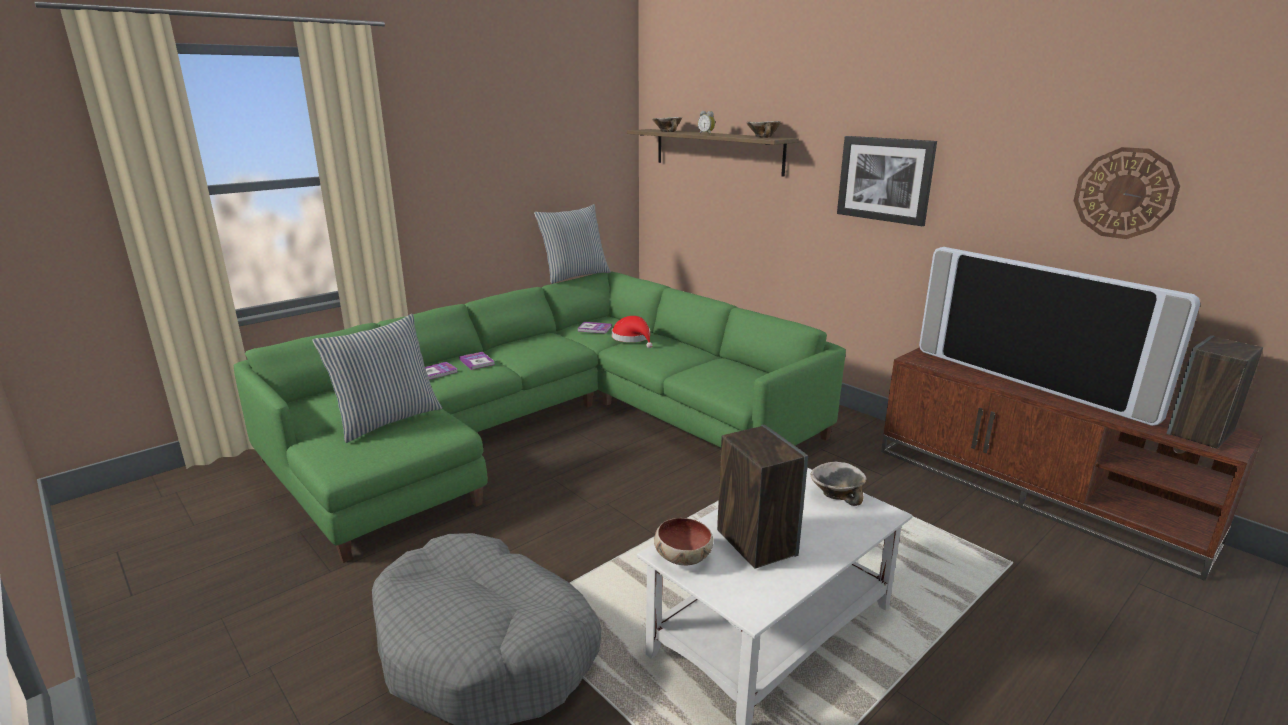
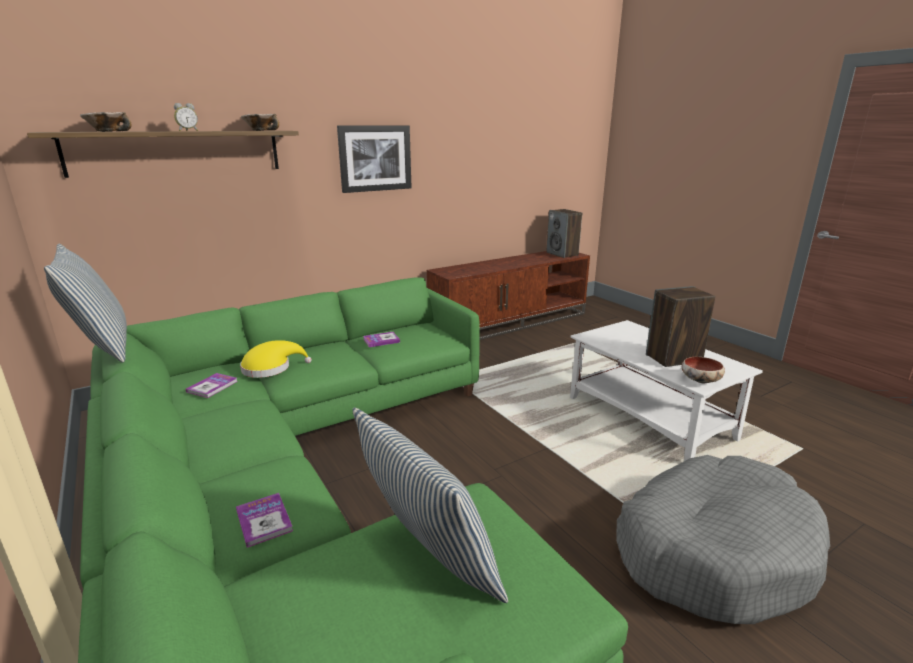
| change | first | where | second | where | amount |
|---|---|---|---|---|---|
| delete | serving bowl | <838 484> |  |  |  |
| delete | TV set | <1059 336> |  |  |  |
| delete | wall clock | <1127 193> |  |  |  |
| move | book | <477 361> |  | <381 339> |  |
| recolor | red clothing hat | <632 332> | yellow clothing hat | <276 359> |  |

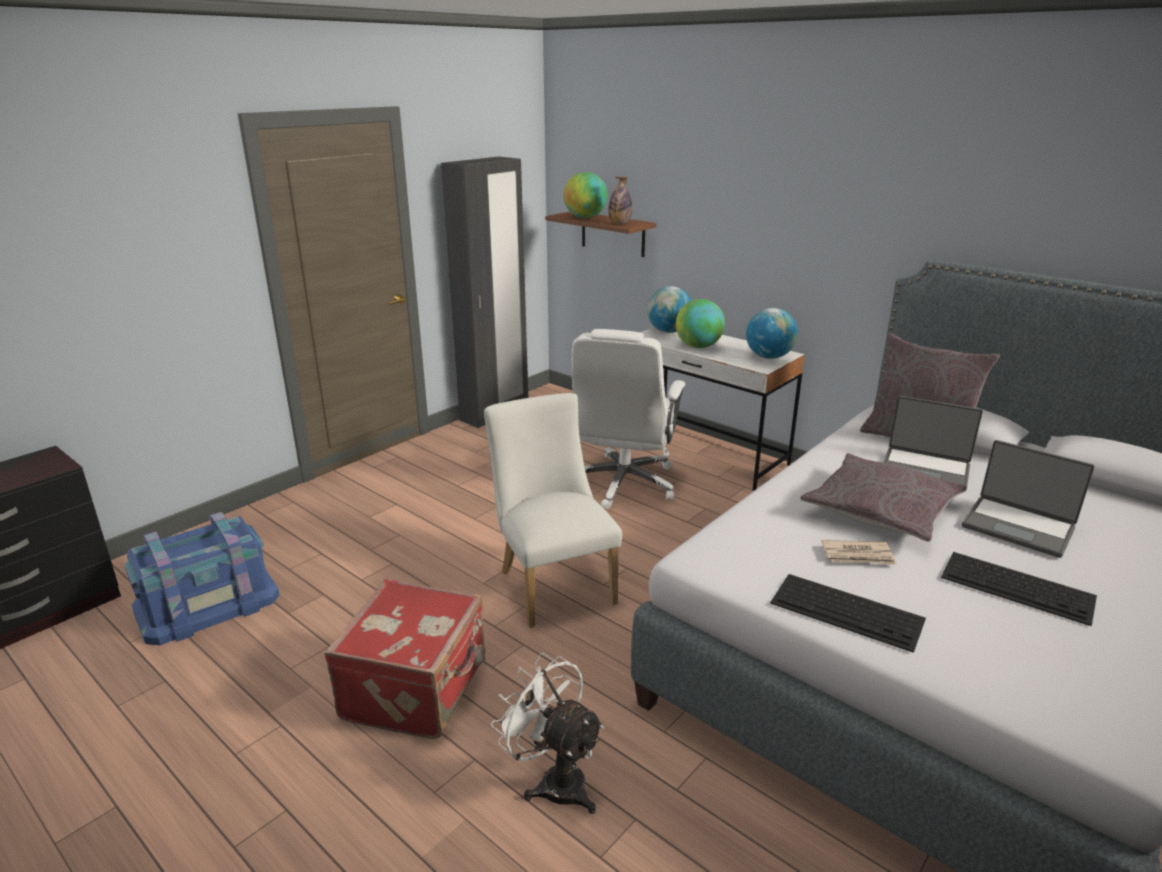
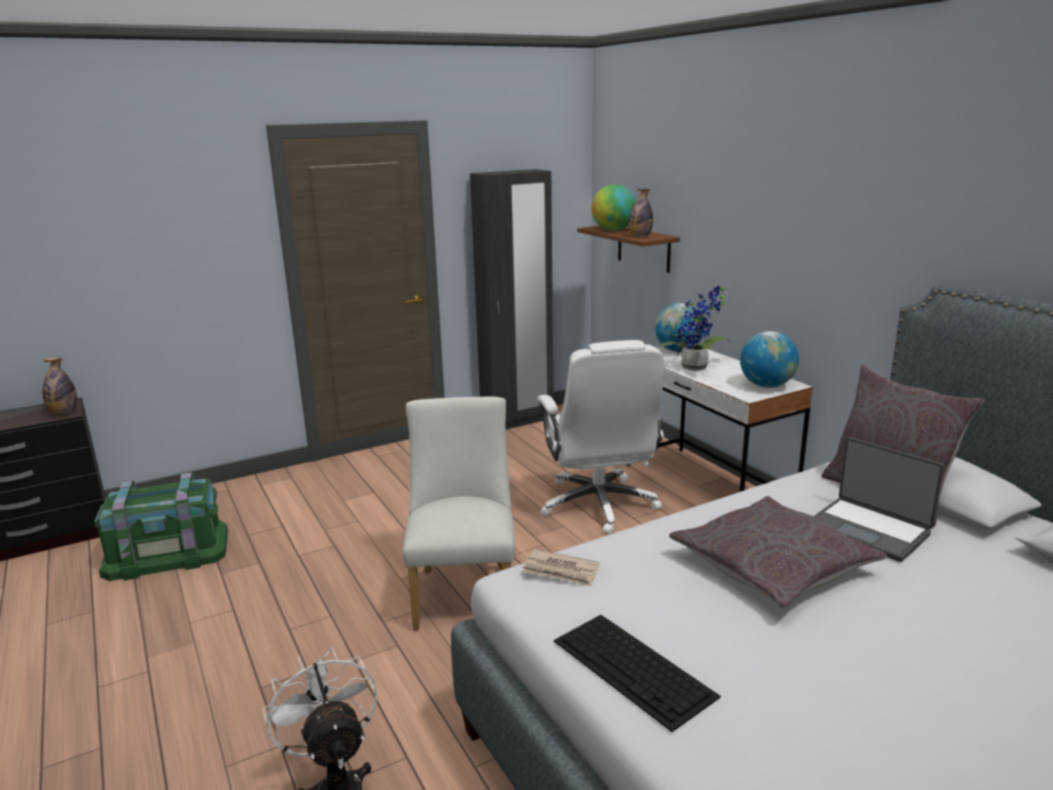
| change | first | where | second | where | amount |
|---|---|---|---|---|---|
| delete | red piece of luggage | <404 659> |  |  |  |
| delete | computer keyboard | <1019 589> |  |  |  |
| delete | laptop | <1028 499> |  |  |  |
| insert |  |  | drink bottle | <59 386> |  |
| move | daily paper | <859 552> |  | <561 568> |  |
| replace | globe | <700 323> | potted plant | <696 328> |  |
| recolor | blue storage container | <202 578> | green storage container | <161 526> |  |
| rotate | white-coloured desk chair | <628 419> |  | <600 437> | 45 degrees counterclockwise |

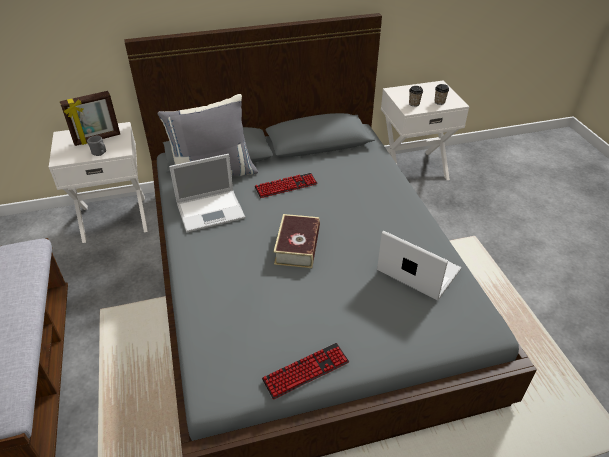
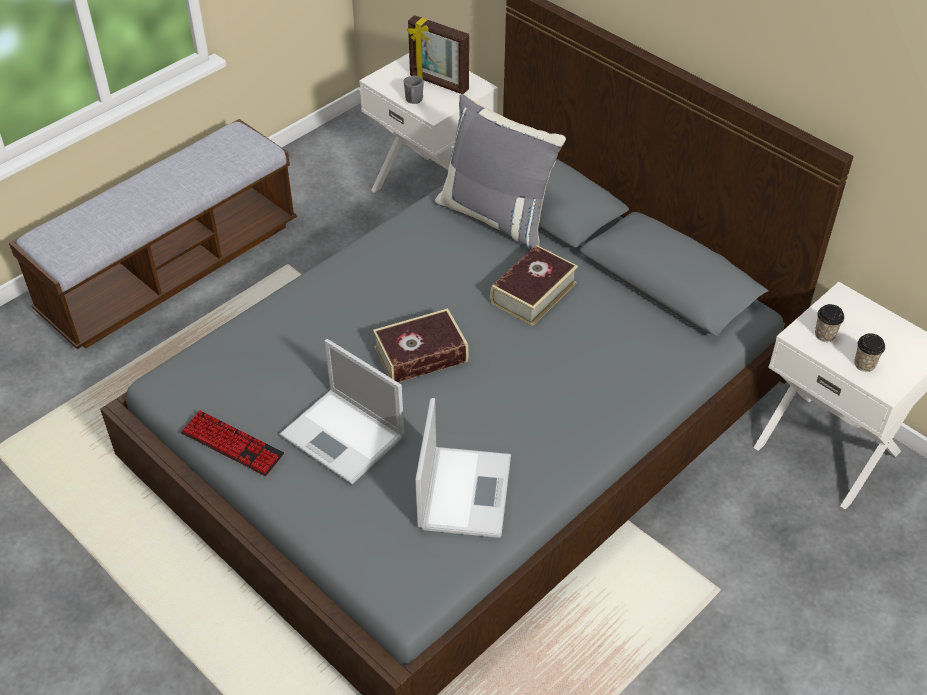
| change | first | where | second | where | amount |
|---|---|---|---|---|---|
| move | laptop | <207 193> |  | <342 411> |  |
| replace | computer keyboard | <286 185> | book | <534 285> |  |

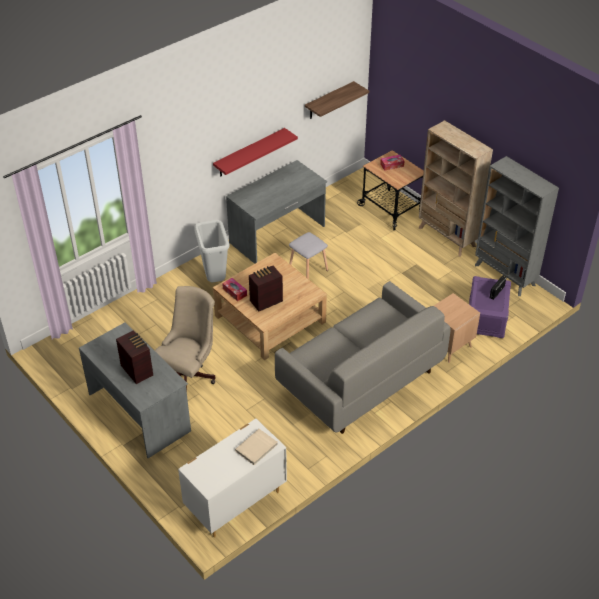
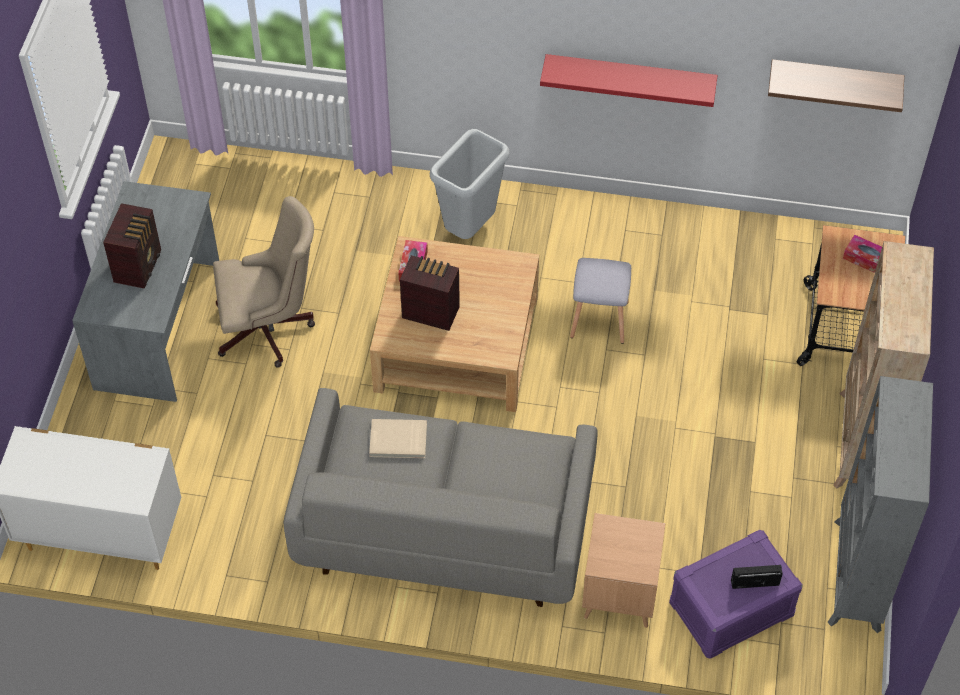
| change | first | where | second | where | amount |
|---|---|---|---|---|---|
| delete | greyish desk table | <276 212> |  |  |  |
| move | beige-coloured book | <256 447> |  | <398 438> |  |

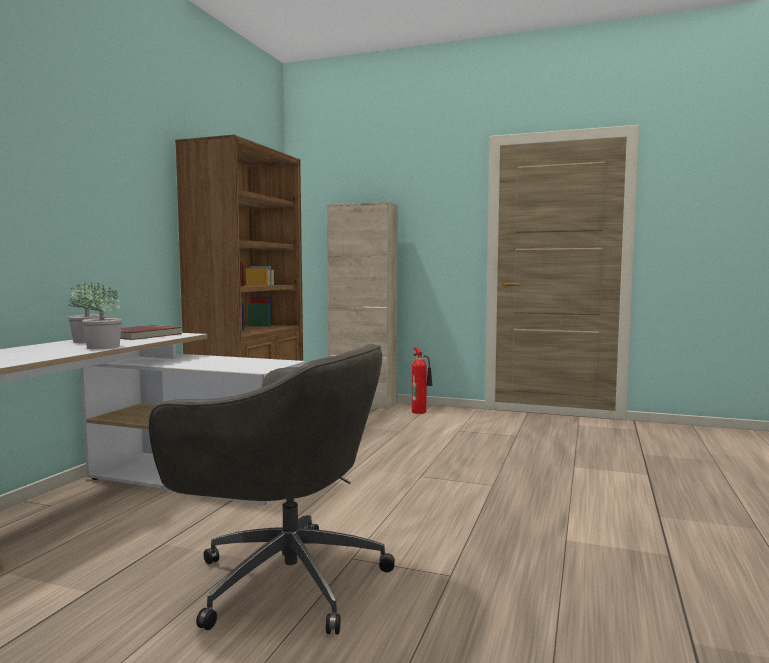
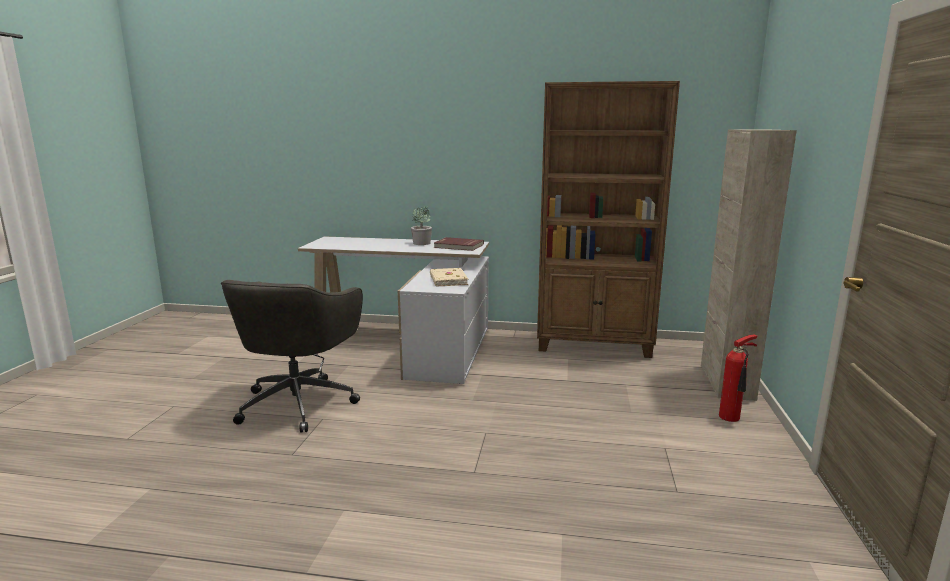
| change | first | where | second | where | amount |
|---|---|---|---|---|---|
| delete | potted plant | <102 316> |  |  |  |
| insert |  |  | beige-coloured book | <449 277> |  |

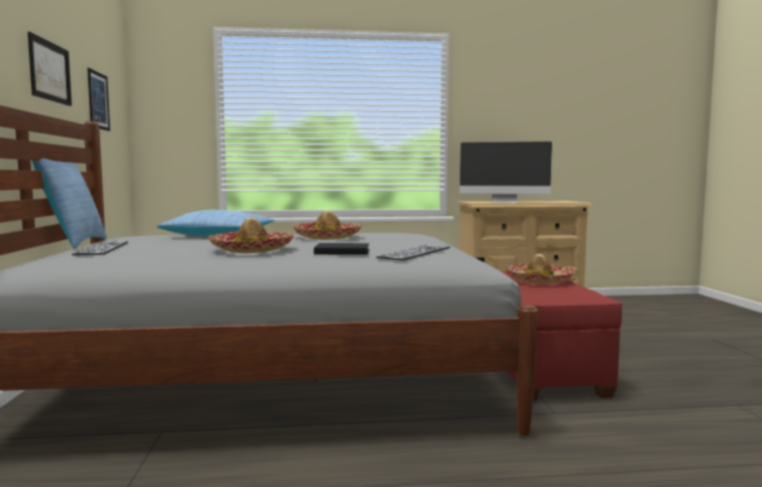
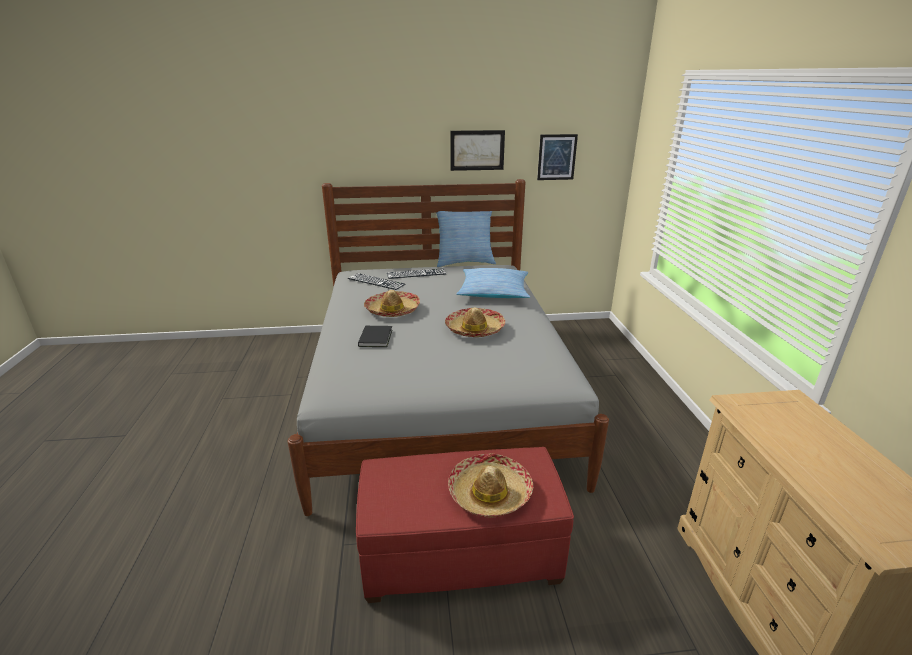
| change | first | where | second | where | amount |
|---|---|---|---|---|---|
| delete | computer display | <506 172> |  |  |  |
| move | computer keyboard | <413 252> |  | <376 281> |  |

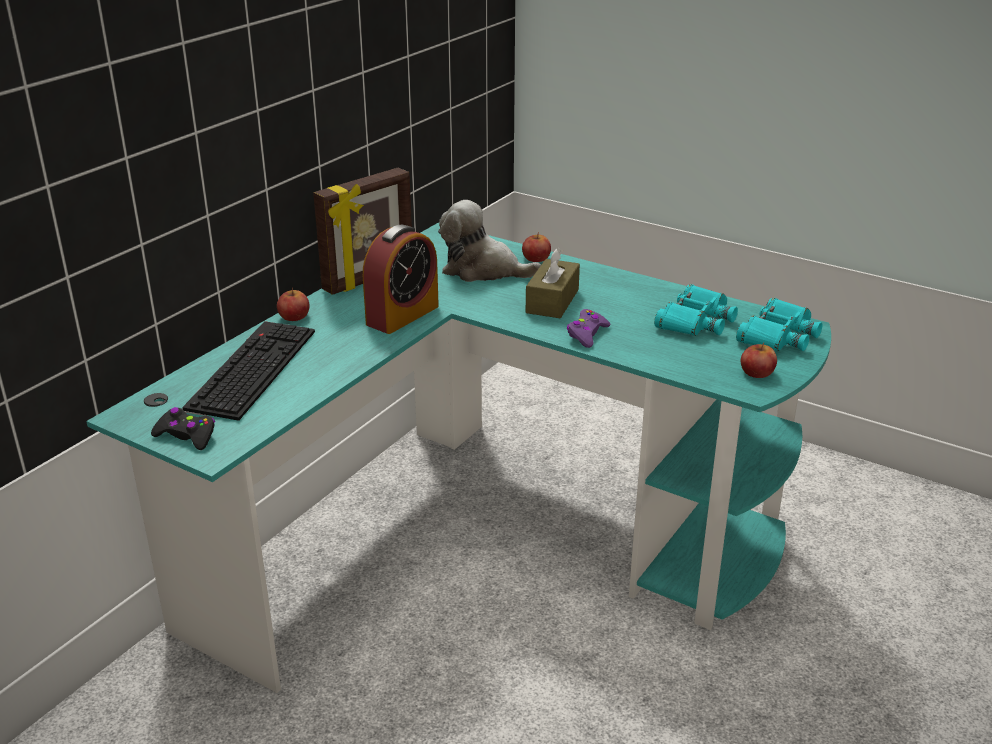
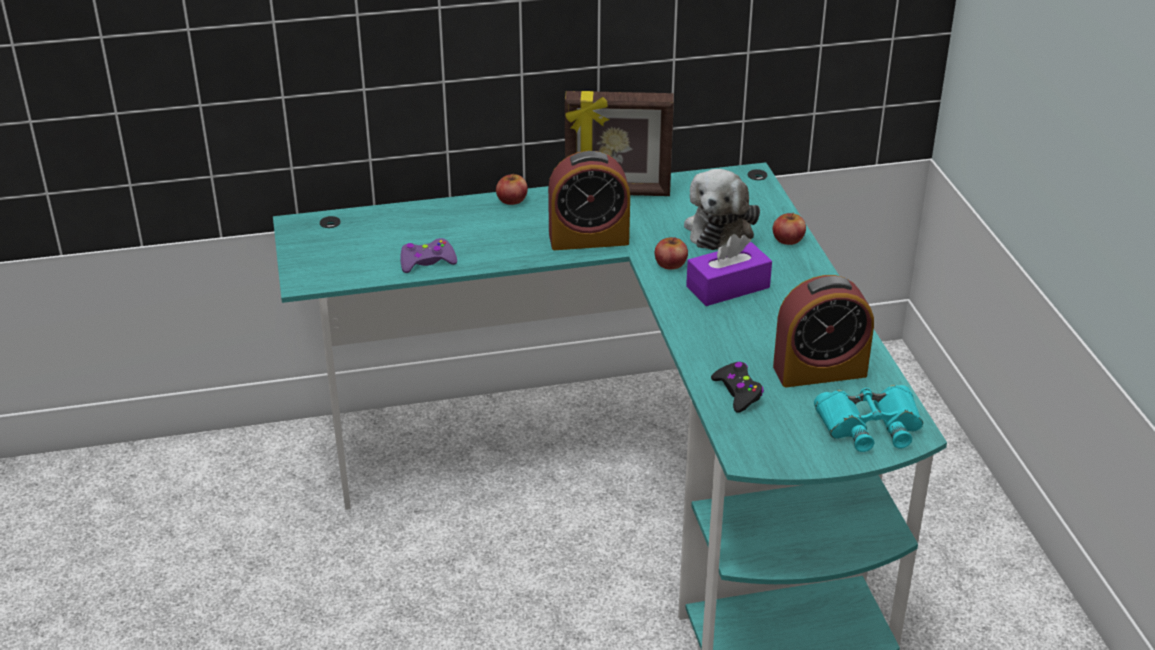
| change | first | where | second | where | amount |
|---|---|---|---|---|---|
| delete | computer keyboard | <248 371> |  |  |  |
| move | black gamepad | <183 428> |  | <737 387> |  |
| move | purple-coloured gamepad | <588 328> |  | <428 255> |  |
| move | apple fruit | <759 360> |  | <671 253> |  |
| replace | blue-green binoculars | <696 310> | alarm clock | <823 331> |  |
| recolor | brown-coloured tissue holder | <553 282> | purple-coloured tissue holder | <729 270> |  |
| rotate | soft toy | <490 241> |  | <722 209> | 135 degrees counterclockwise |

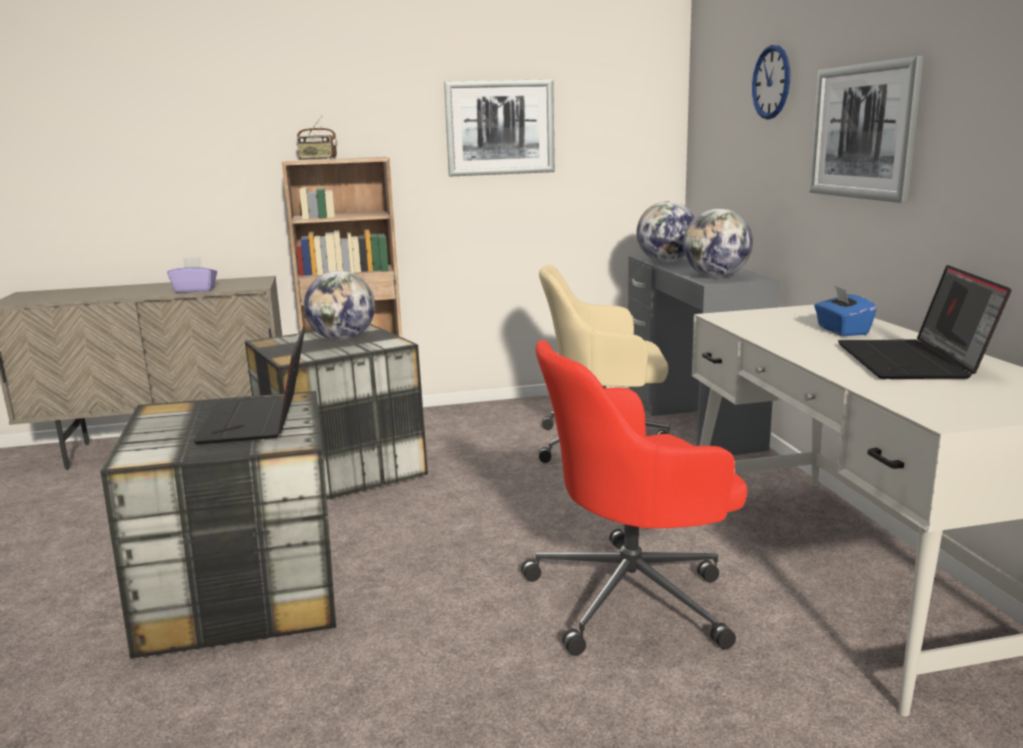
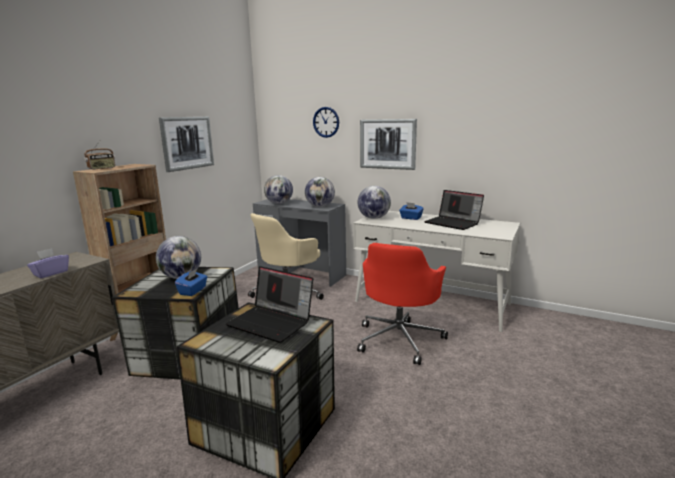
| change | first | where | second | where | amount |
|---|---|---|---|---|---|
| insert |  |  | blue tissue holder | <191 282> |  |
| insert |  |  | globe | <374 202> |  |

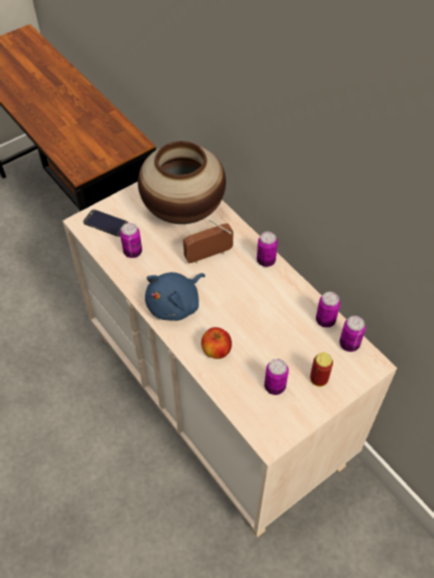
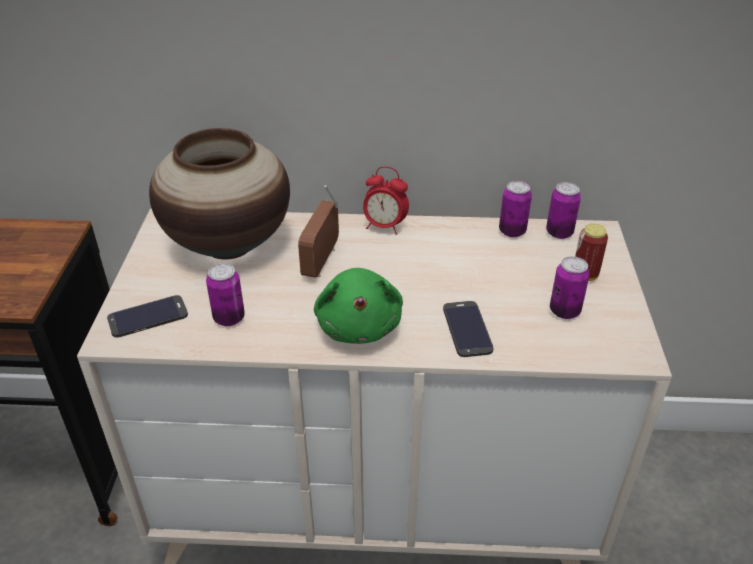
| change | first | where | second | where | amount |
|---|---|---|---|---|---|
| replace | apple fruit | <216 343> | telephone | <468 329> |  |
| replace | metal can | <267 249> | alarm clock | <386 200> |  |
| recolor | blue soft toy | <175 296> | green soft toy | <358 306> |  |

